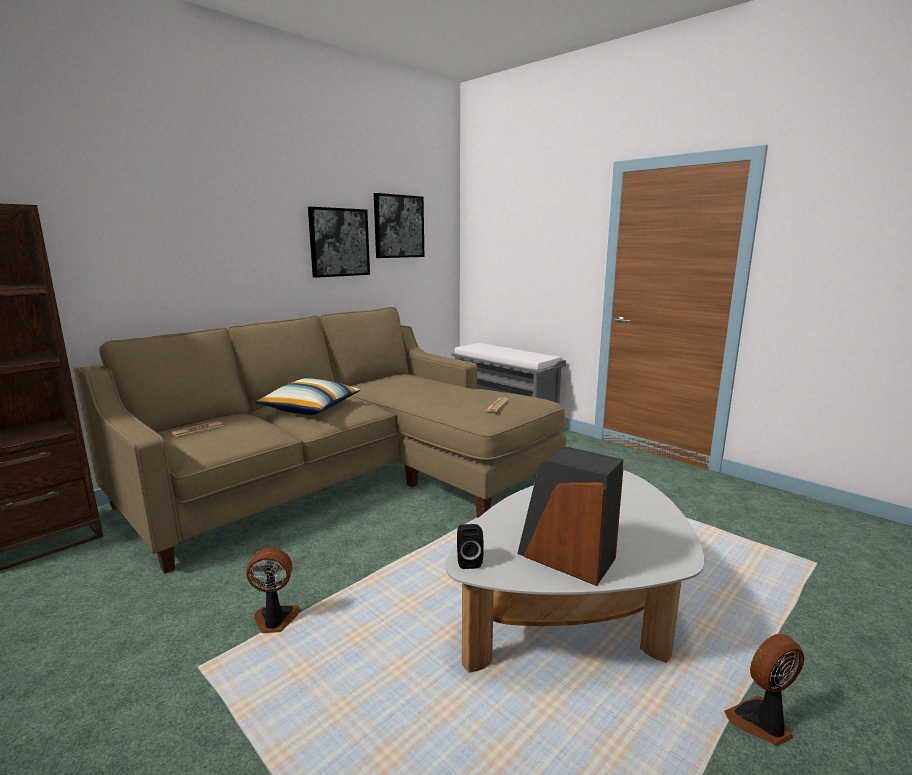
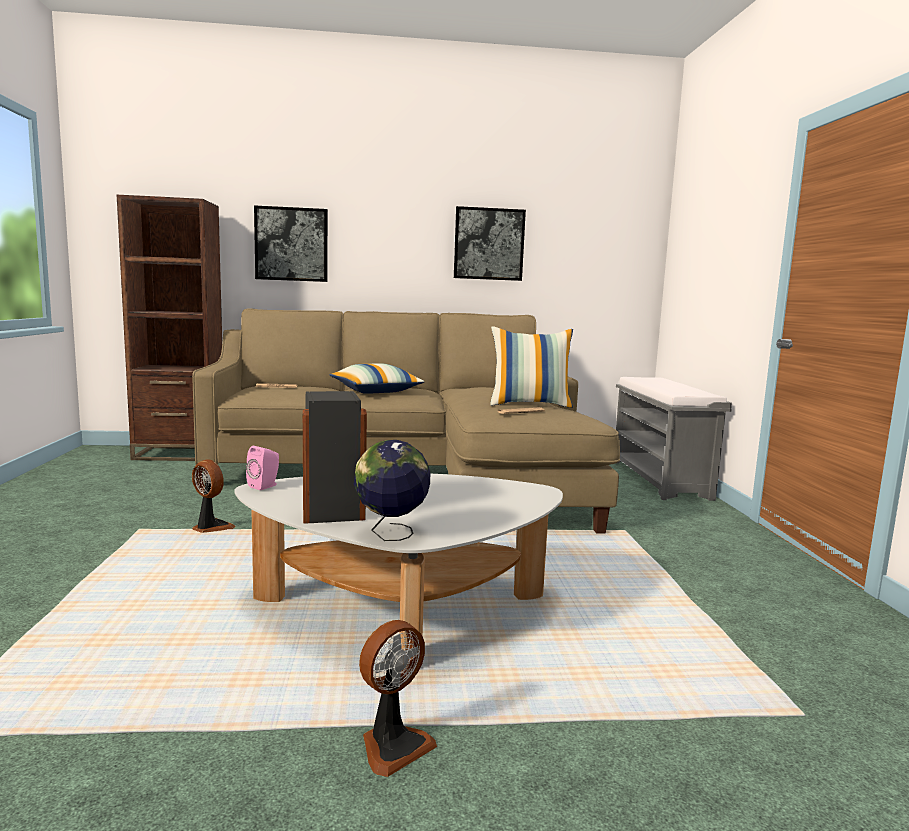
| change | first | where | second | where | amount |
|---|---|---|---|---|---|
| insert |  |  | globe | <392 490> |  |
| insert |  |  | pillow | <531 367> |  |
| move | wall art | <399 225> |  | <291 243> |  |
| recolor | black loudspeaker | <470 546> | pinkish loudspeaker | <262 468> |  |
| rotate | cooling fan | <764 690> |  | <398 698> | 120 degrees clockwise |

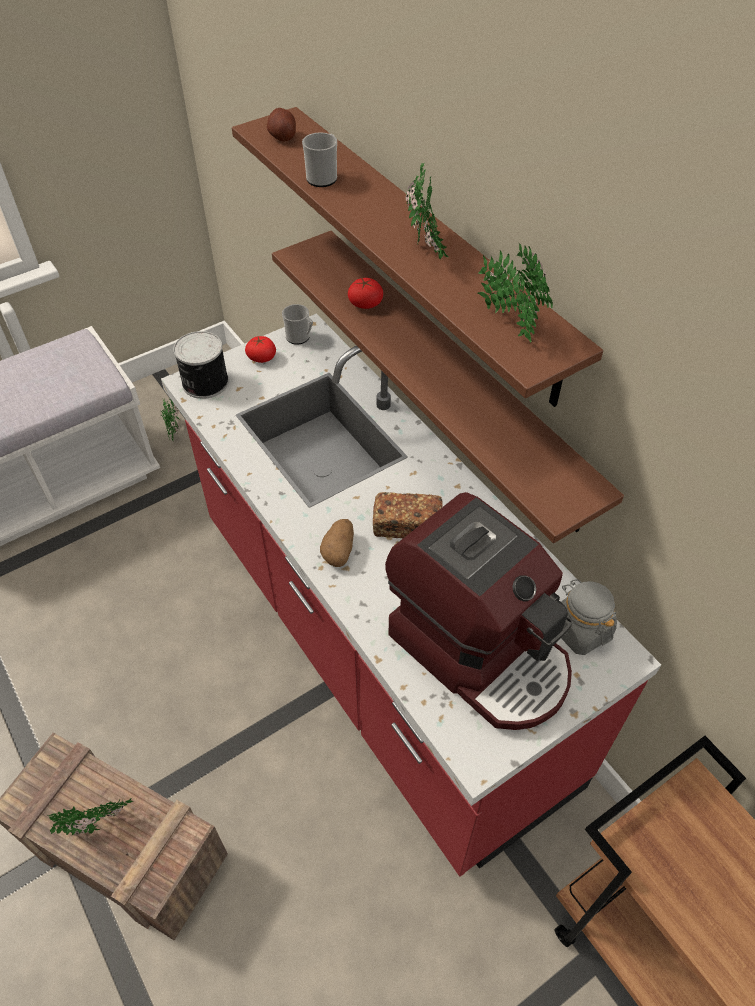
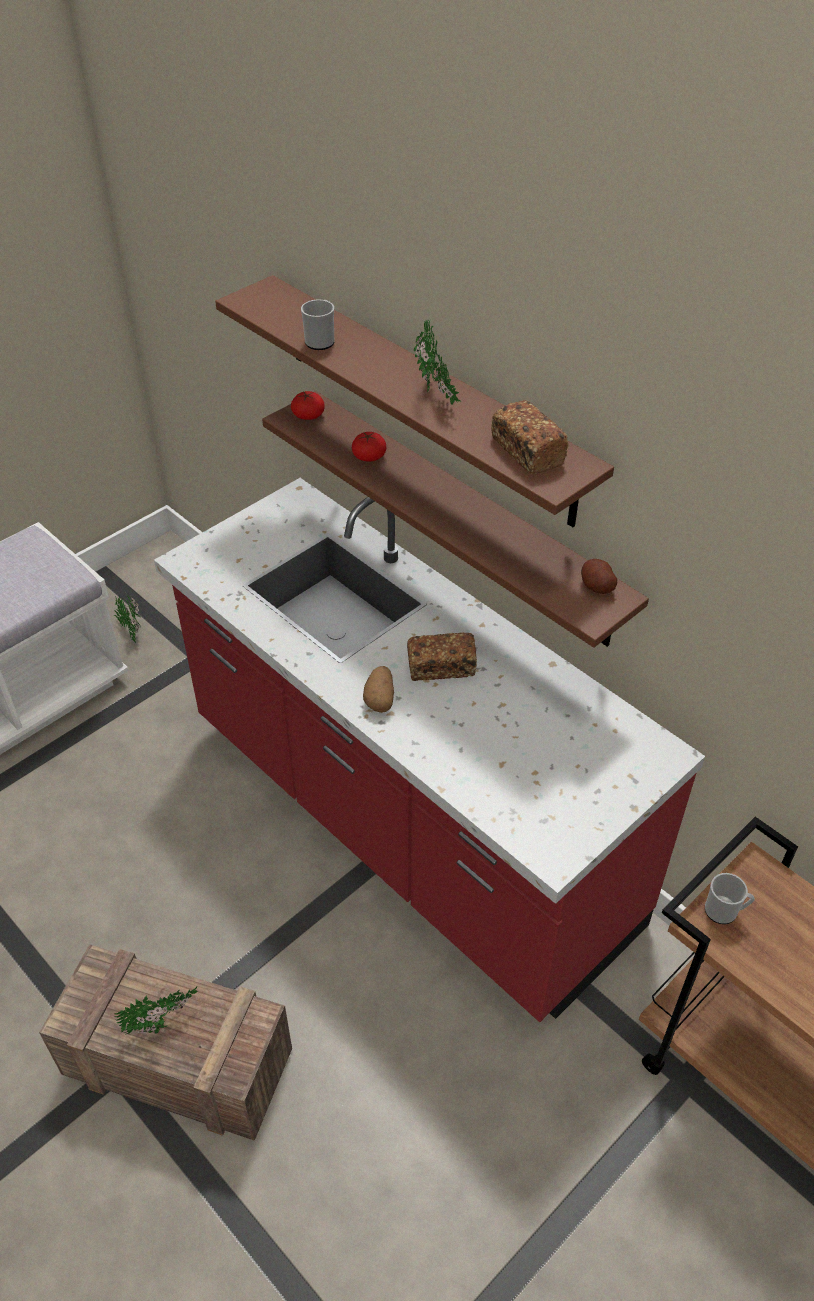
| change | first | where | second | where | amount |
|---|---|---|---|---|---|
| delete | metal can | <201 365> |  |  |  |
| delete | coffee brewer | <479 611> |  |  |  |
| delete | greyish storage jar | <589 617> |  |  |  |
| move | tomato | <260 349> |  | <308 405> |  |
| move | whole potato | <281 125> |  | <599 576> |  |
| move | coffee mug | <297 324> |  | <730 898> |  |
| replace | potted plant | <515 292> | bakery bread | <529 437> |  |

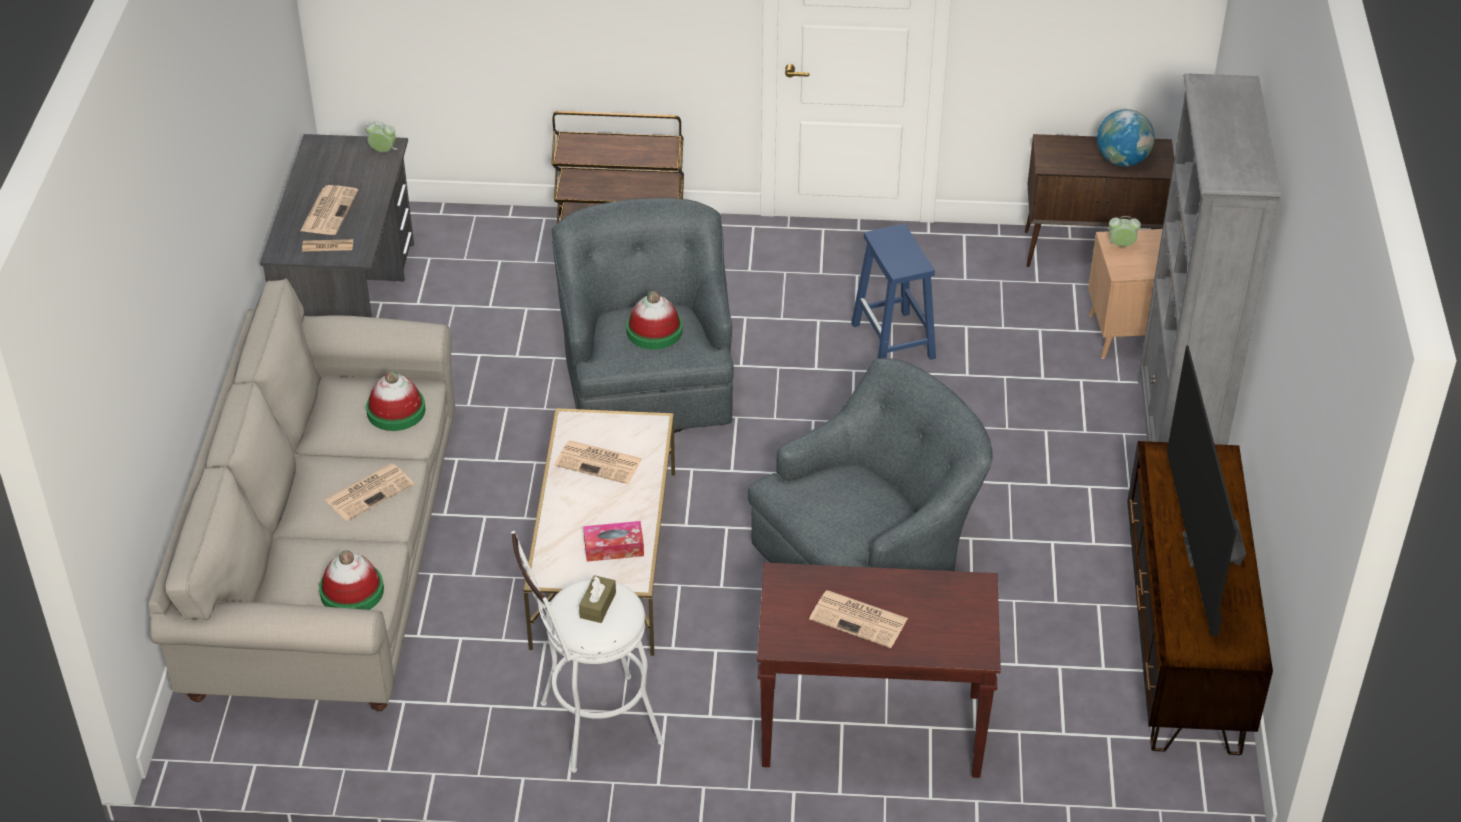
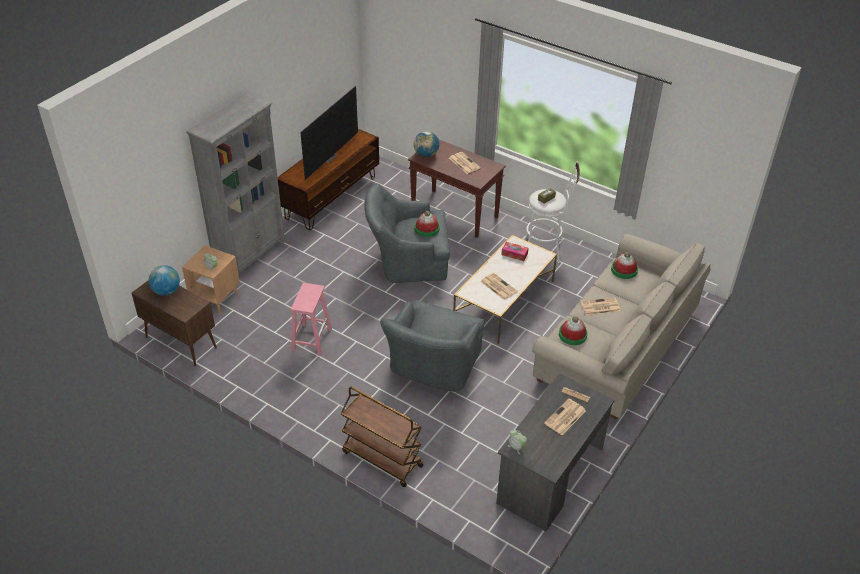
| change | first | where | second | where | amount |
|---|---|---|---|---|---|
| insert |  |  | globe | <426 144> |  |
| move | clothing hat | <654 320> |  | <427 224> |  |
| recolor | blue sitting stool | <893 292> | pinkish sitting stool | <311 319> |  |

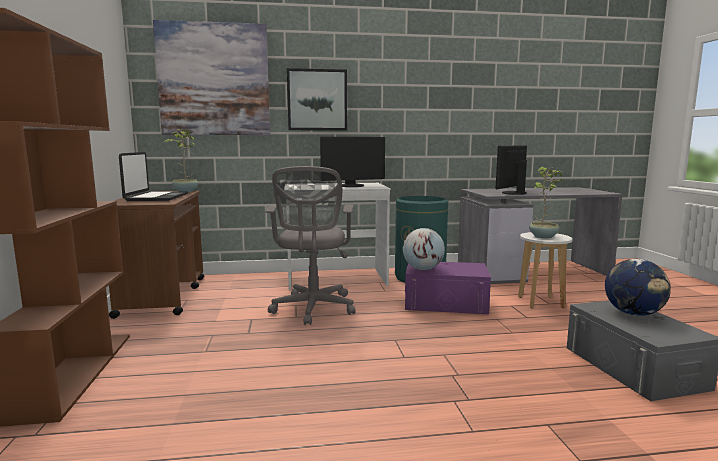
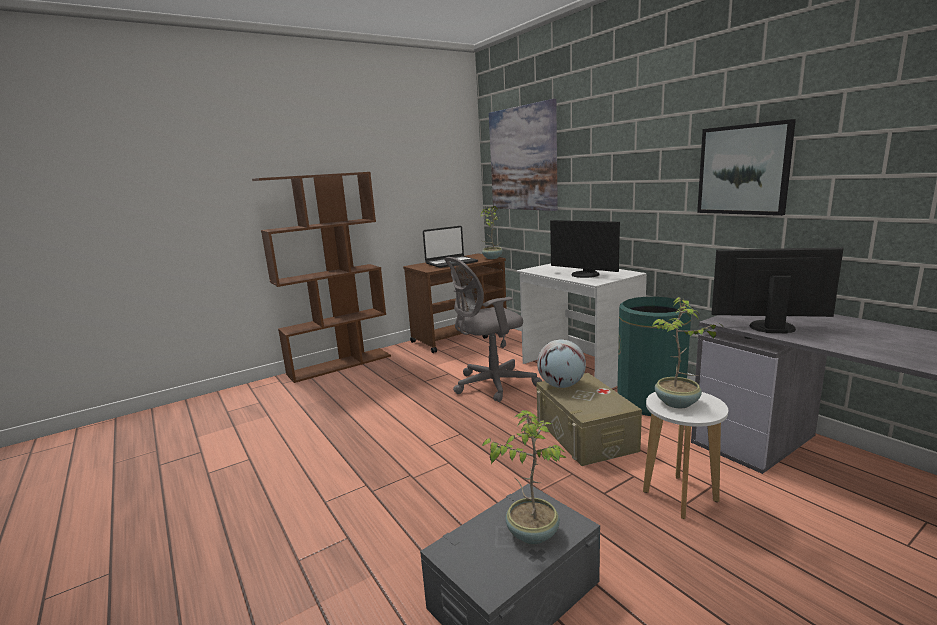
| change | first | where | second | where | amount |
|---|---|---|---|---|---|
| move | wall art | <317 99> |  | <746 167> |  |
| replace | globe | <638 287> | potted plant | <523 477> |  |
| recolor | purple-coloured storage container | <448 288> | beige-coloured storage container | <589 419> |  |

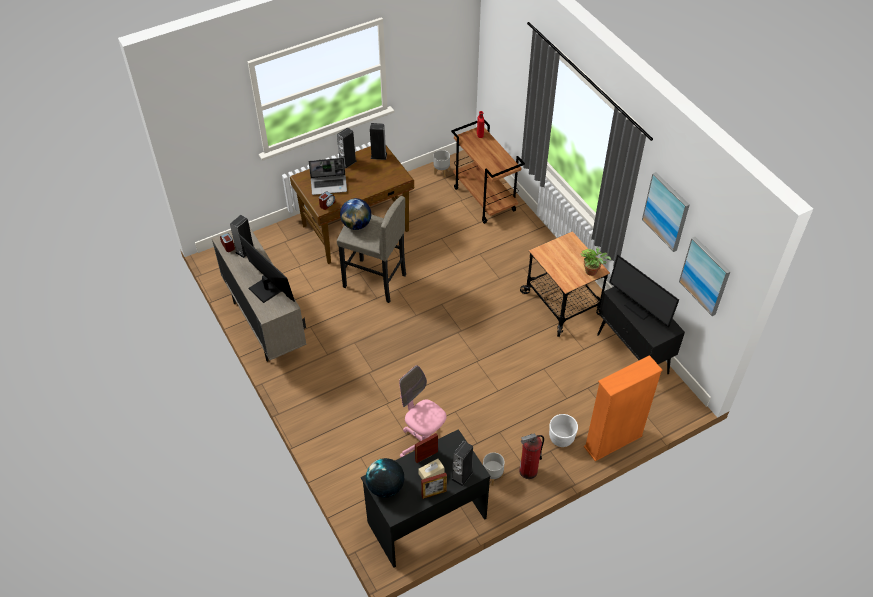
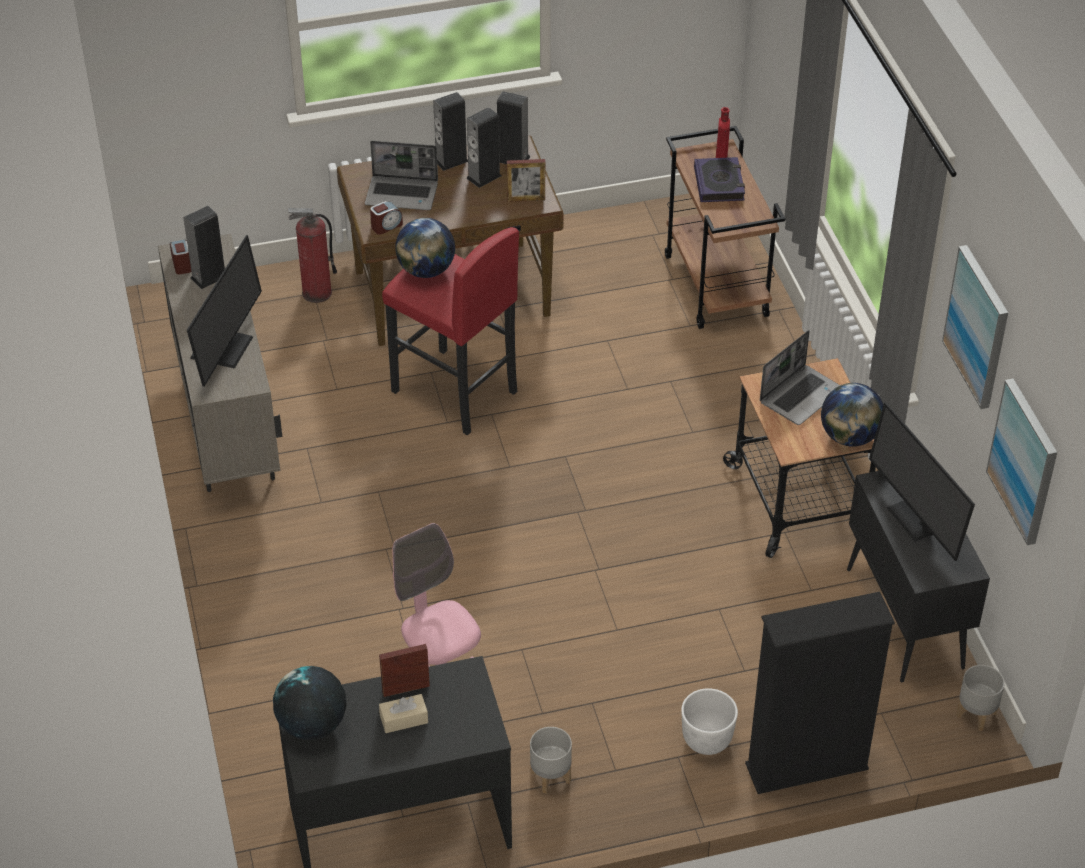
| change | first | where | second | where | amount |
|---|---|---|---|---|---|
| insert |  |  | book | <719 179> |  |
| insert |  |  | laptop | <800 377> |  |
| move | standing frame | <434 486> |  | <526 180> |  |
| move | greyish planter | <442 163> |  | <980 698> |  |
| move | loudspeaker | <462 463> |  | <484 147> |  |
| move | fire-fighting cylinder | <531 456> |  | <312 255> |  |
| replace | potted plant | <595 262> | globe | <852 415> |  |
| recolor | greyish sitting stool | <371 249> | red sitting stool | <450 331> |  |
| recolor | orangey bookcase | <623 408> | black bookcase | <820 693> |  |
| rotate | computer display | <266 268> |  | <224 311> | 45 degrees clockwise |

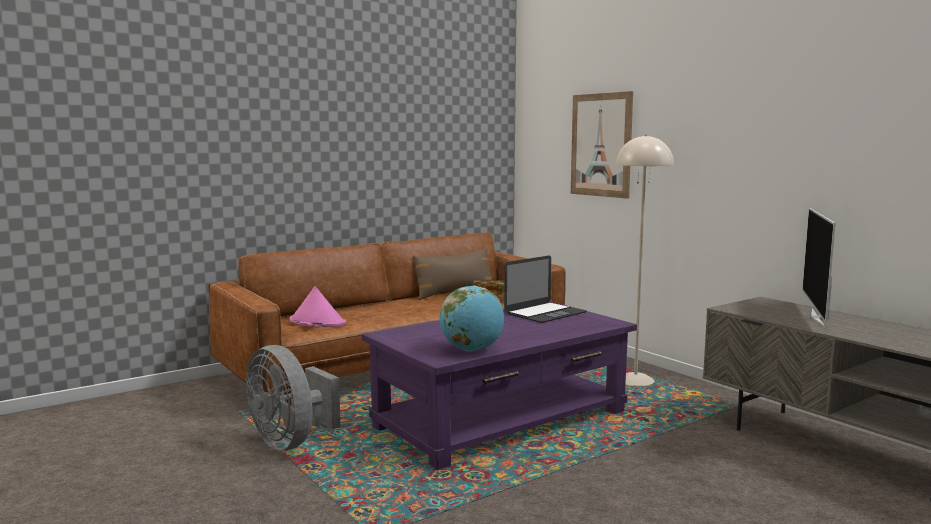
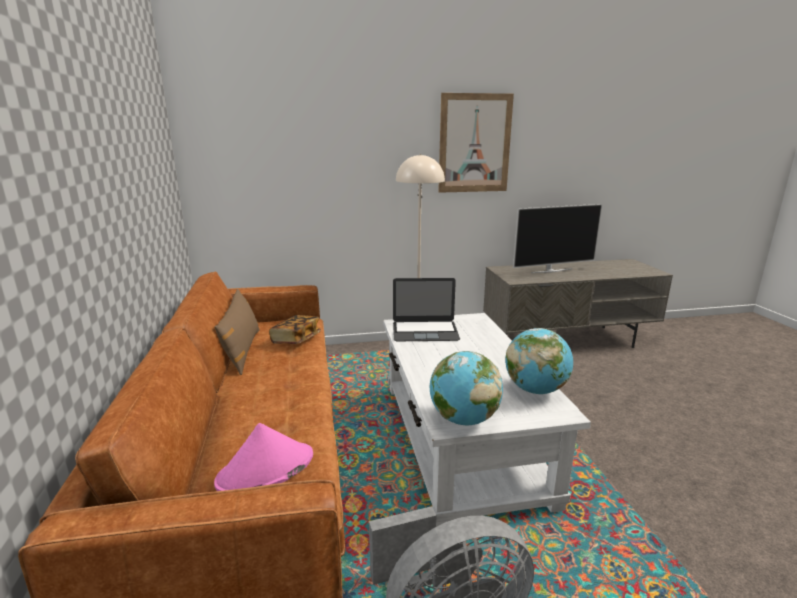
| change | first | where | second | where | amount |
|---|---|---|---|---|---|
| insert |  |  | globe | <466 388> |  |
| move | wall art | <602 145> |  | <476 143> |  |
| recolor | purple-coloured lounge table | <499 385> | white-coloured lounge table | <487 420> |  |
| rotate | laptop | <545 289> |  | <426 309> | 105 degrees clockwise |
| rotate | TV set | <819 267> |  | <558 238> | 60 degrees counterclockwise |

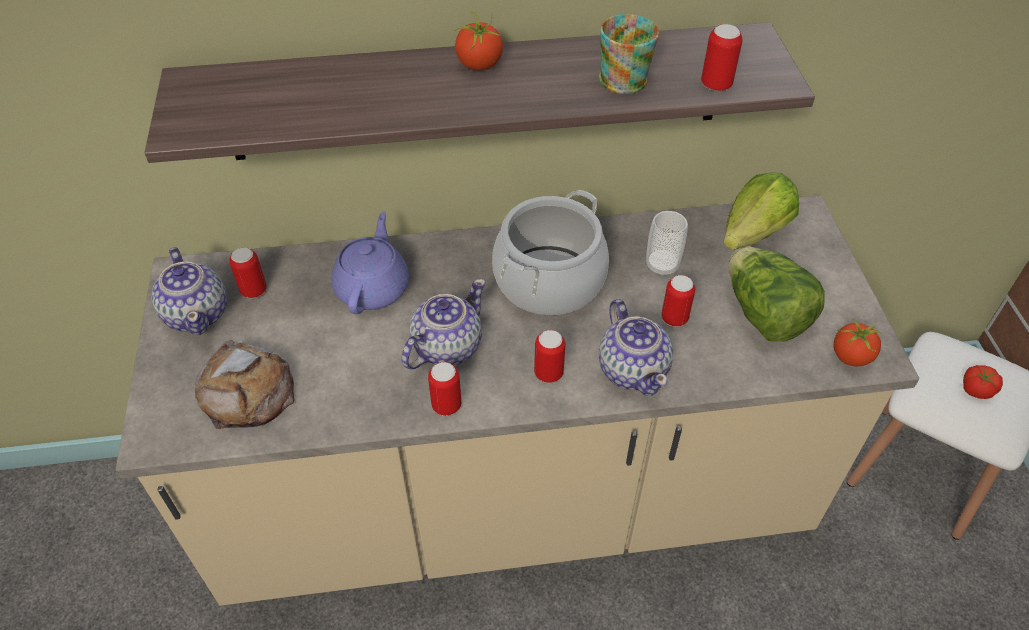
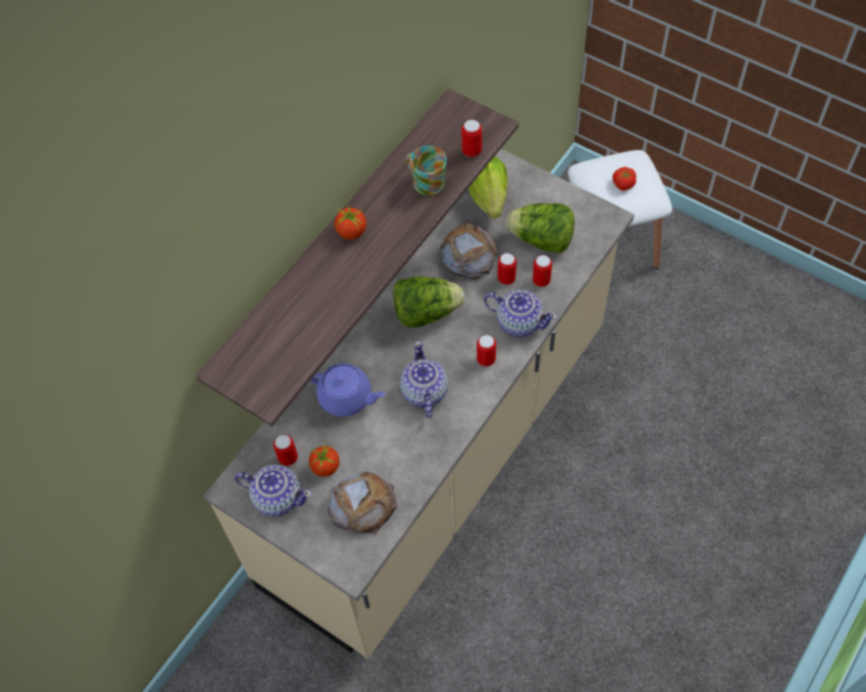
| change | first | where | second | where | amount |
|---|---|---|---|---|---|
| move | metal can | <444 389> |  | <542 271> |  |
| move | tomato | <858 342> |  | <324 459> |  |
| replace | stockpot | <550 252> | lettuce | <428 302> |  |
| replace | drinking cup | <667 244> | bakery bread | <468 251> |  |
| rotate | purple-coloured pot for tea | <370 262> |  | <348 390> | 150 degrees clockwise |

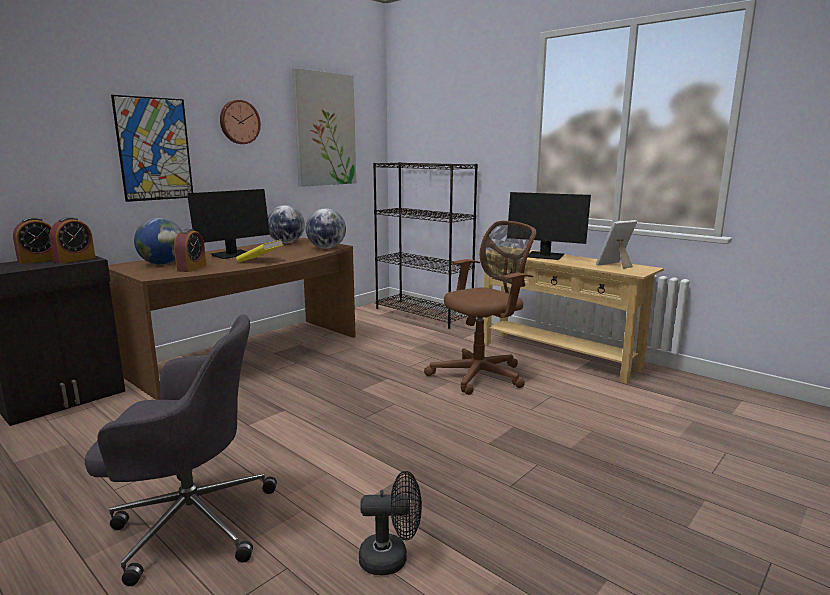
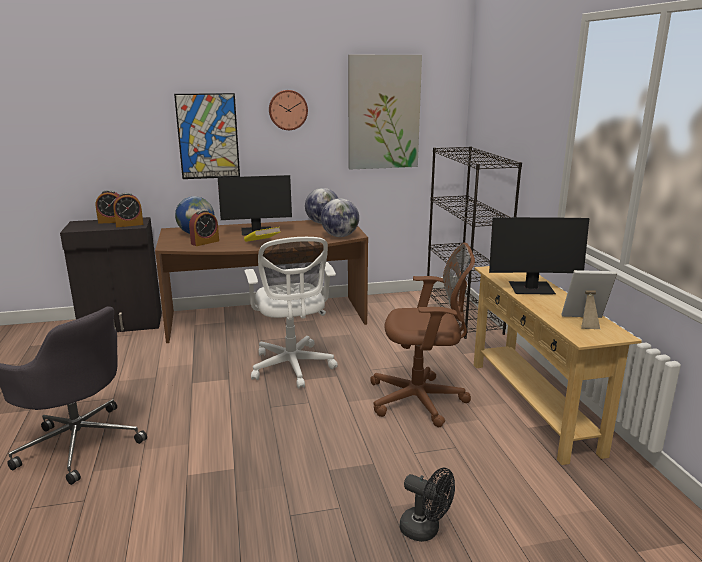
| change | first | where | second | where | amount |
|---|---|---|---|---|---|
| insert |  |  | white-coloured desk chair | <291 312> |  |
| move | black cooling fan | <390 523> |  | <427 504> |  |
| rotate | computer display | <549 226> |  | <539 255> | 60 degrees counterclockwise |

